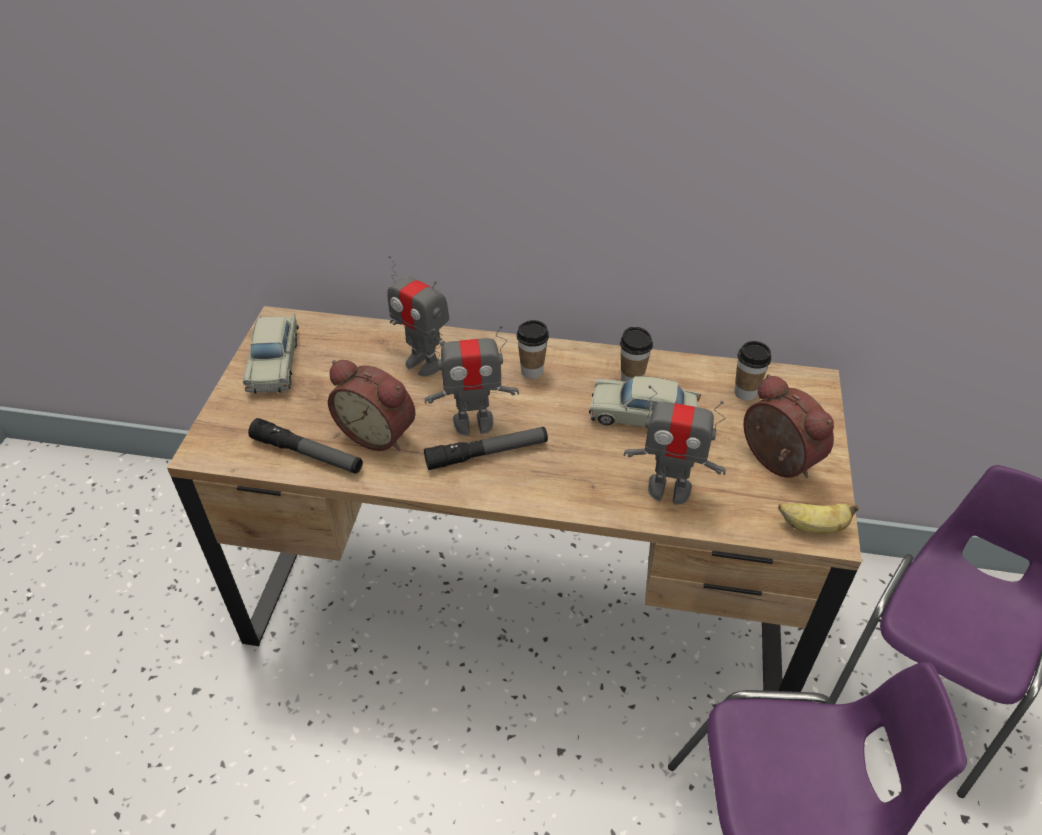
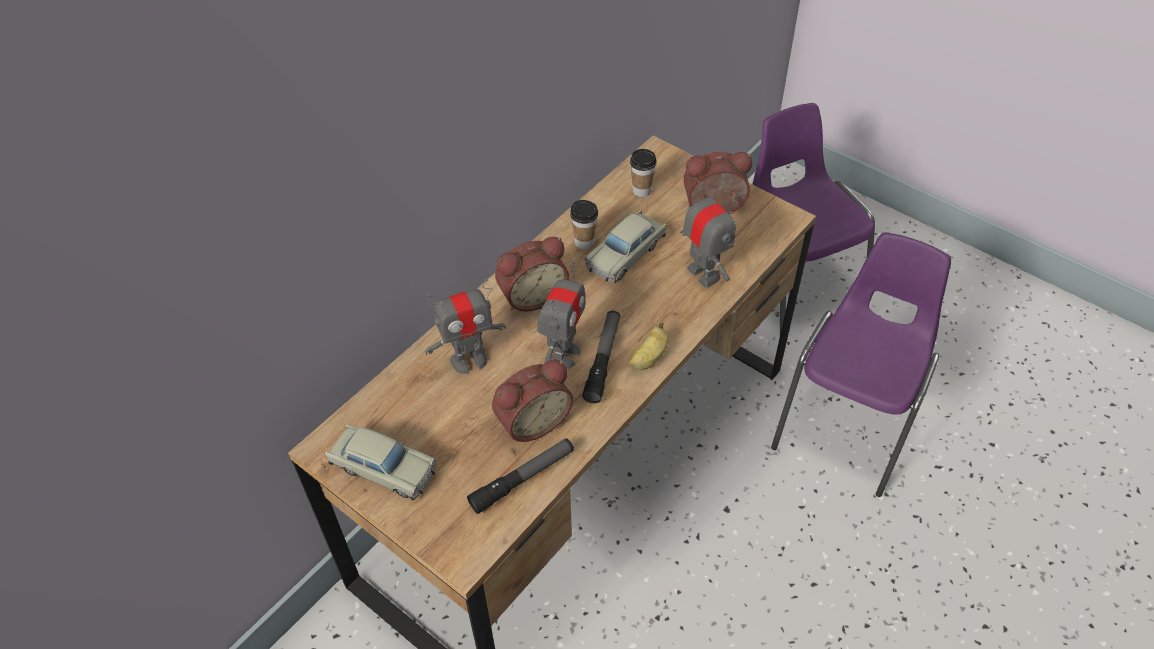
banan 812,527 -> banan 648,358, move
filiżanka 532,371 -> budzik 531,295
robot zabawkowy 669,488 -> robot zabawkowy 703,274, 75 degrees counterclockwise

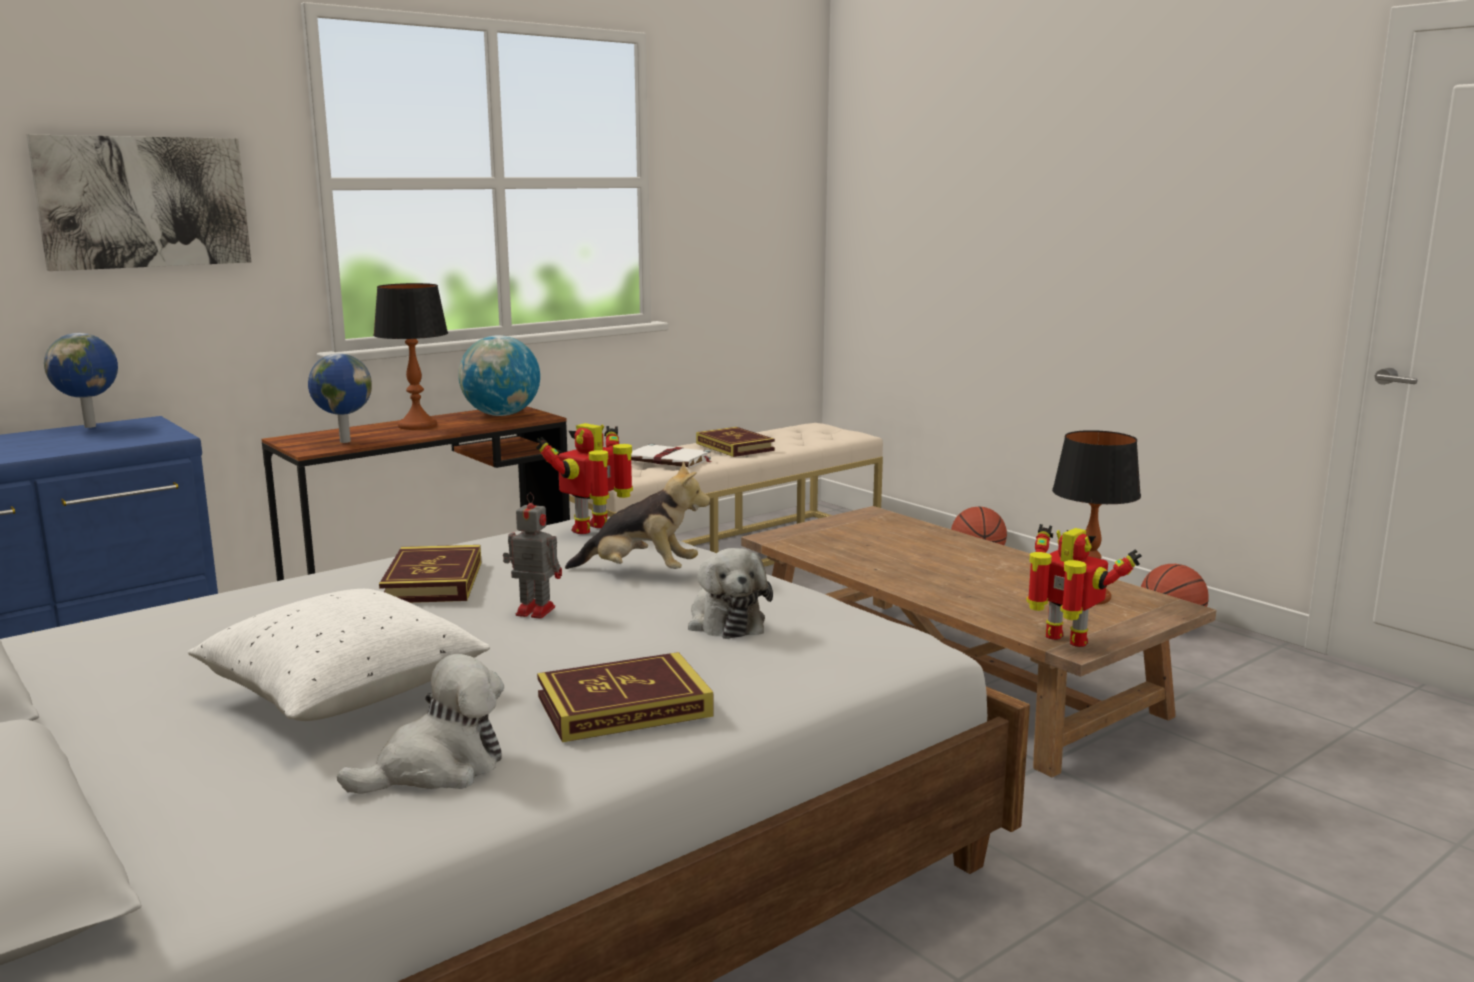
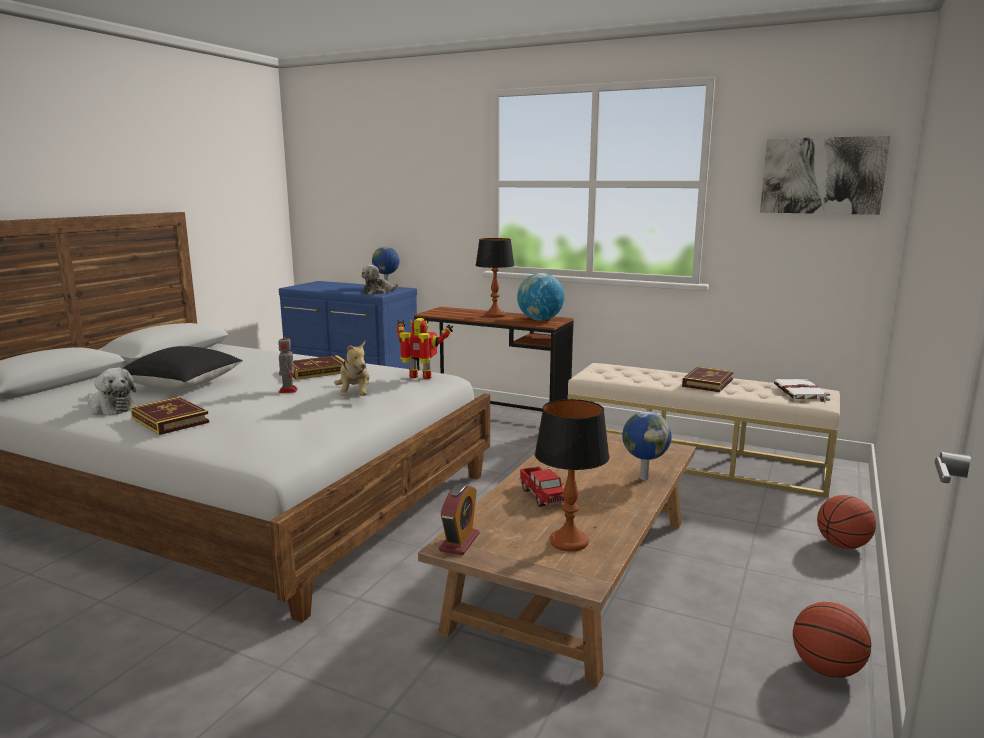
none -> ciężarówka zabawkowa 542,495
obraz 144,202 -> obraz 822,175, move
globus 344,441 -> globus 643,478, move
książka (biały) 670,460 -> książka (biały) 801,392, move
pluszak 725,623 -> pluszak 378,292, move
robot zabawkowy 1066,641 -> budzik 459,542
poduszka (biały) 344,694 -> poduszka (czarny) 182,385

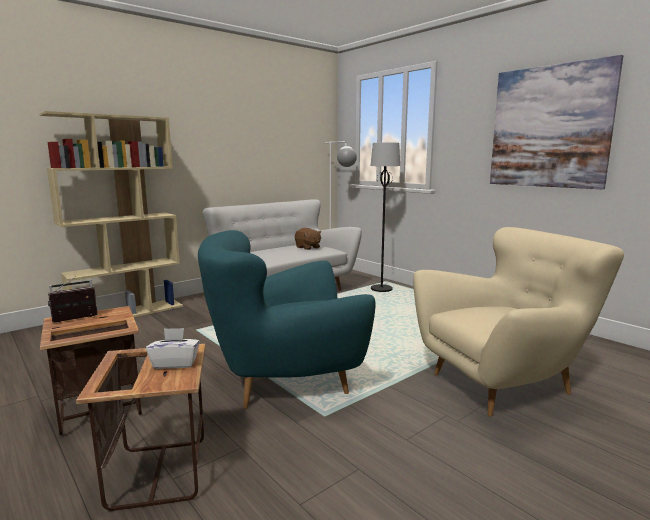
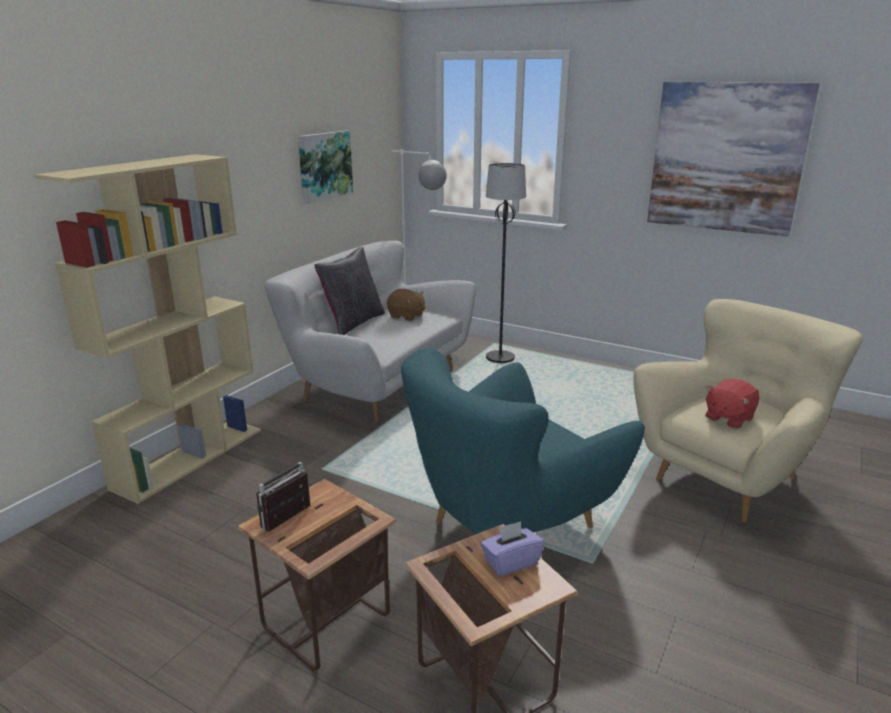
none -> obraz 324,166
none -> poduszka (czarny) 353,323
none -> pluszak (czerwony) 728,418
pudełko chusteczek (biały) 175,363 -> pudełko chusteczek (fioletowy) 510,562

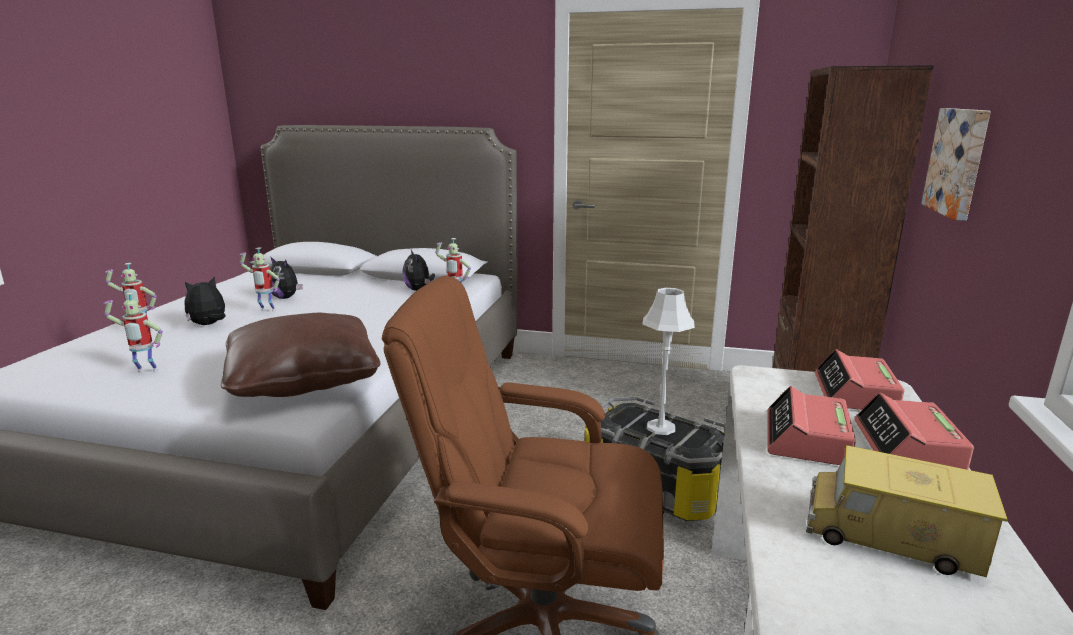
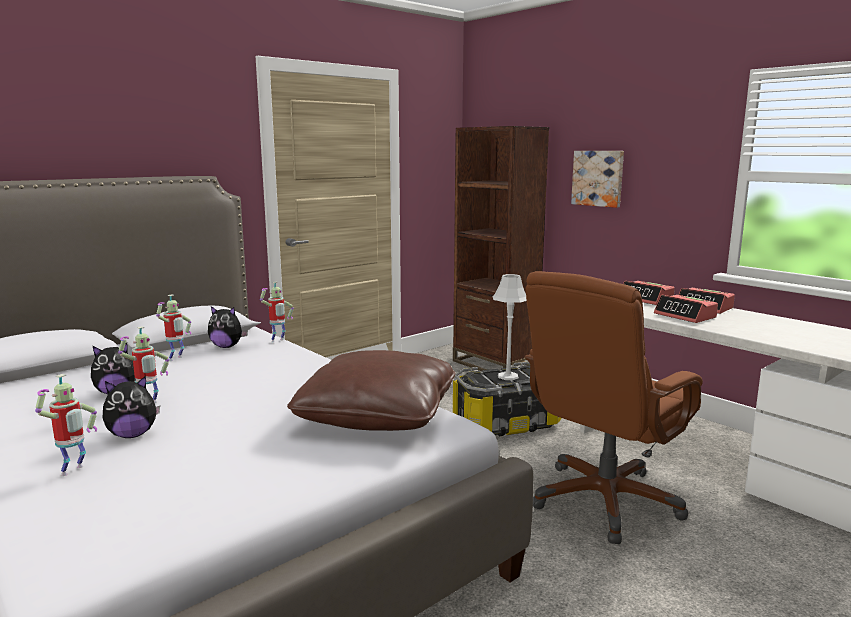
ciężarówka zabawkowa 890,537 -> none
robot zabawkowy 145,372 -> robot zabawkowy 176,359, move
pluszak 208,324 -> pluszak 132,435, 105 degrees counterclockwise

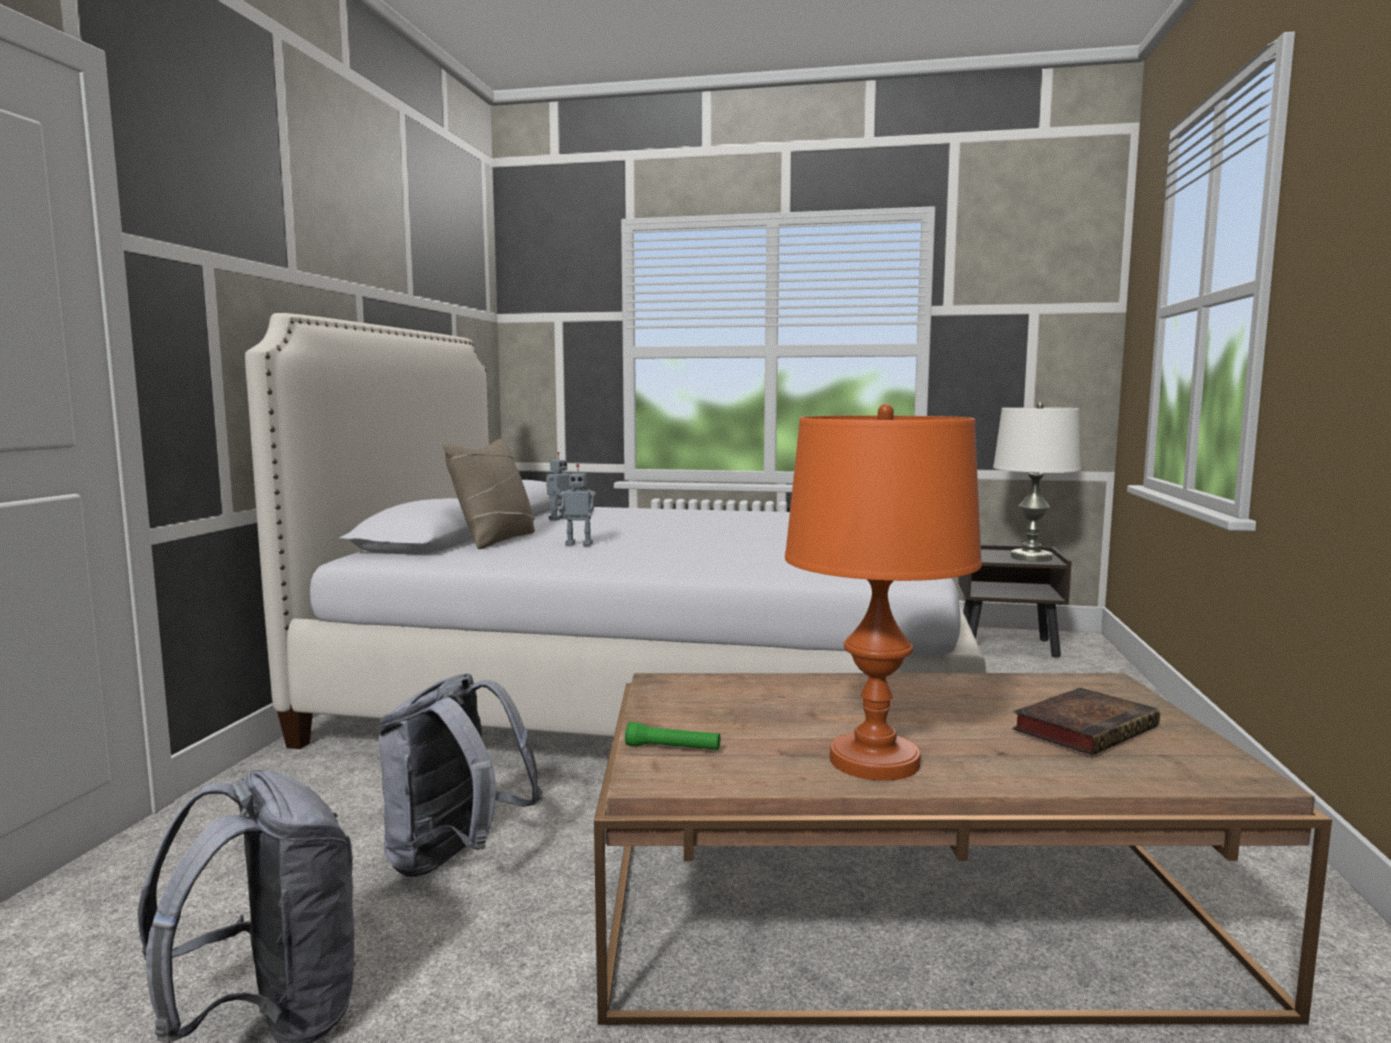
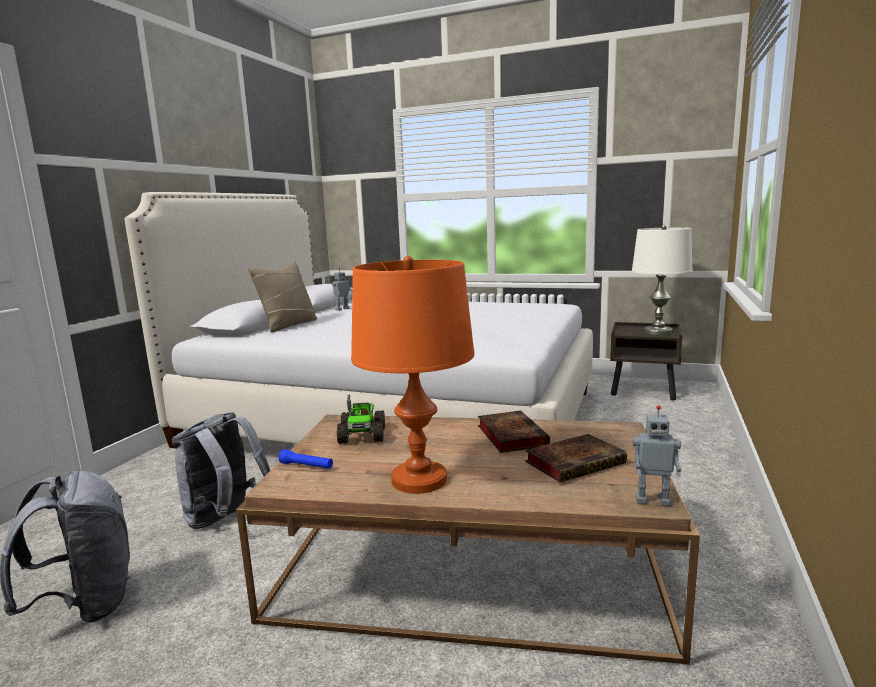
none -> ciężarówka zabawkowa 362,435
none -> książka 510,435
robot zabawkowy 579,544 -> robot zabawkowy 652,500, move
latarka (zielony) 673,748 -> latarka (niebieski) 306,466

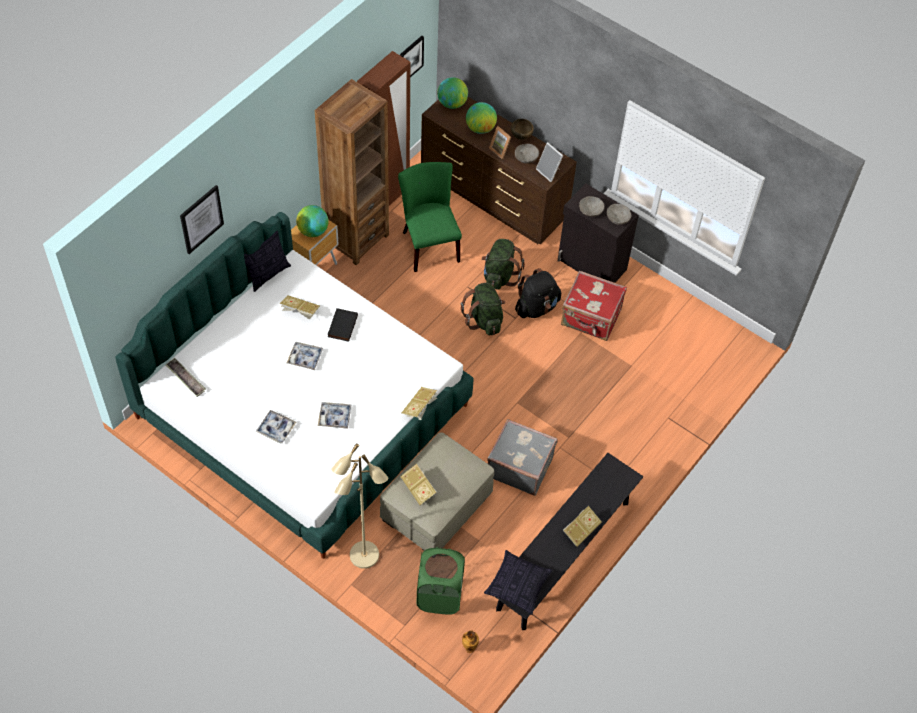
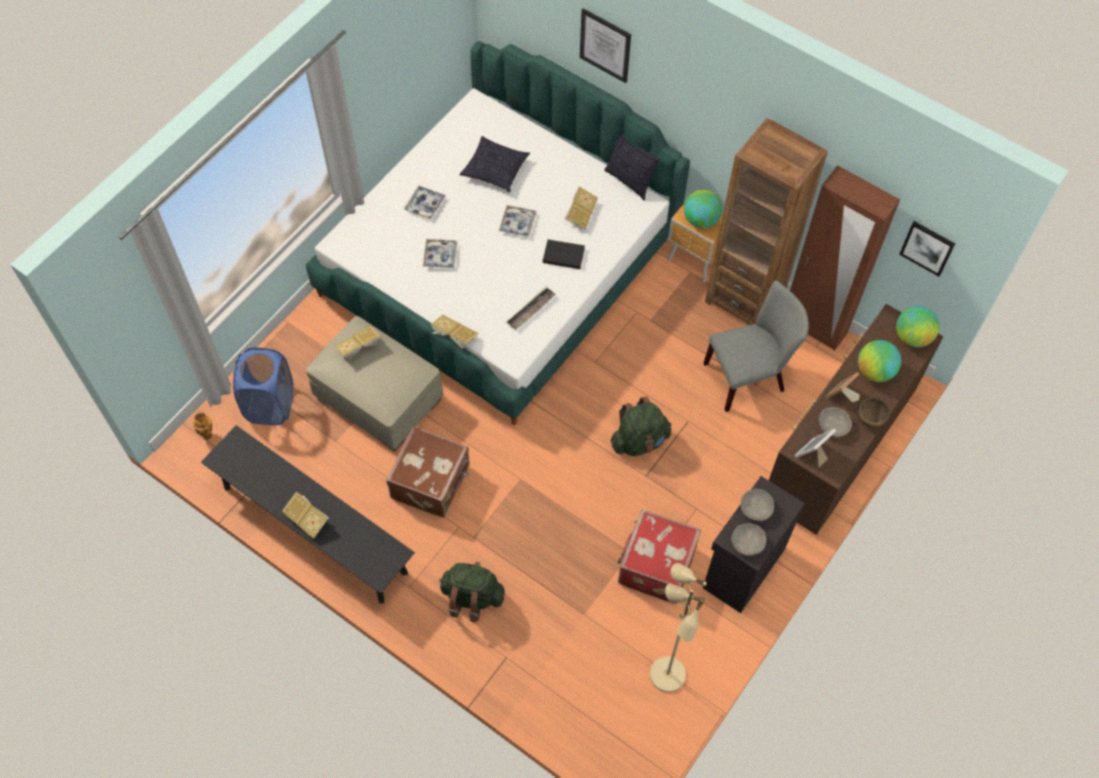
plecak (czarny) 536,307 -> none
taca 186,379 -> taca 530,310, move
lampa stojąca (beżowy) 364,556 -> lampa stojąca (beżowy) 666,674, move
plecak (zielony) 499,276 -> plecak (zielony) 472,597, move
poduszka 518,585 -> poduszka 495,170, move
krzesło (zielony) 428,243 -> krzesło (szary) 749,376
kosz na pranie (zielony) 440,595 -> kosz na pranie (niebieski) 270,404
walizka (szary) 520,466 -> walizka (brązowy) 432,482

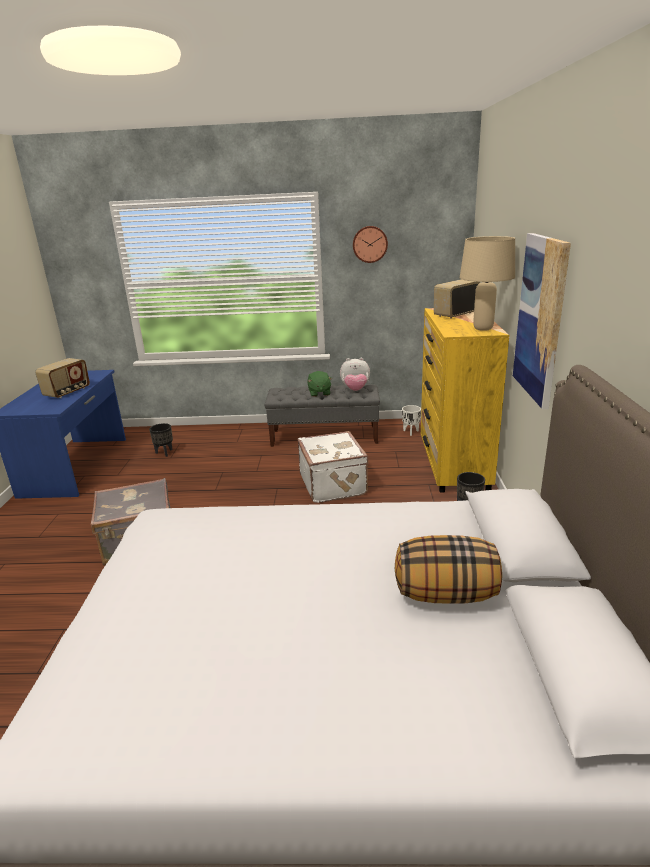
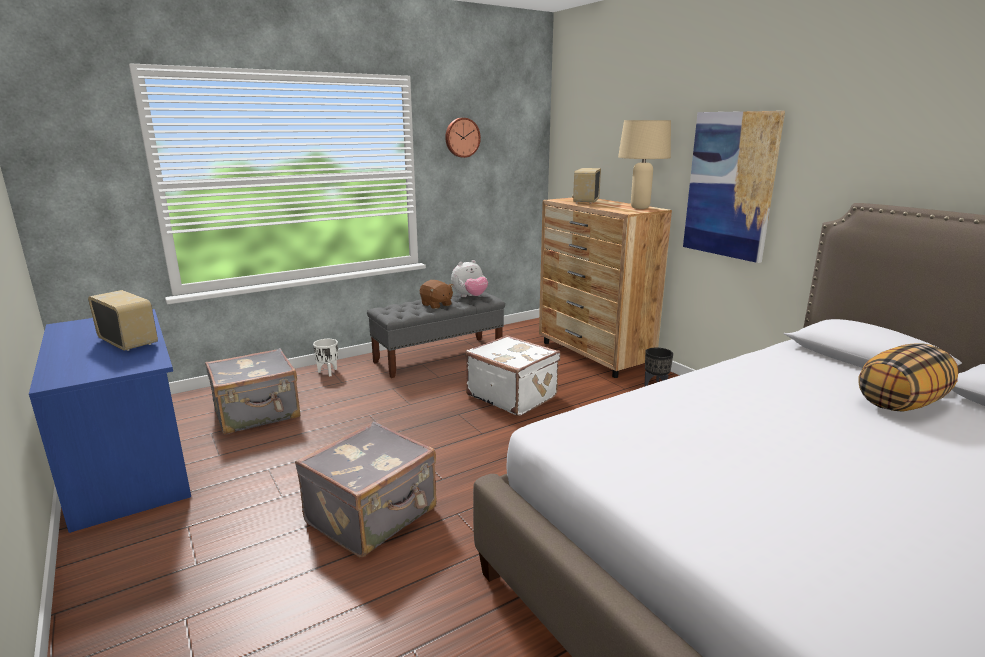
donica (biały) 410,432 -> donica (biały) 328,372, move
donica (czarny) 165,453 -> walizka (szary) 258,414
pluszak (zielony) 319,393 -> pluszak (brązowy) 436,305
komoda (żółty) 453,465 -> komoda (brązowy) 594,355
radio 67,392 -> radio 129,342, 45 degrees counterclockwise

